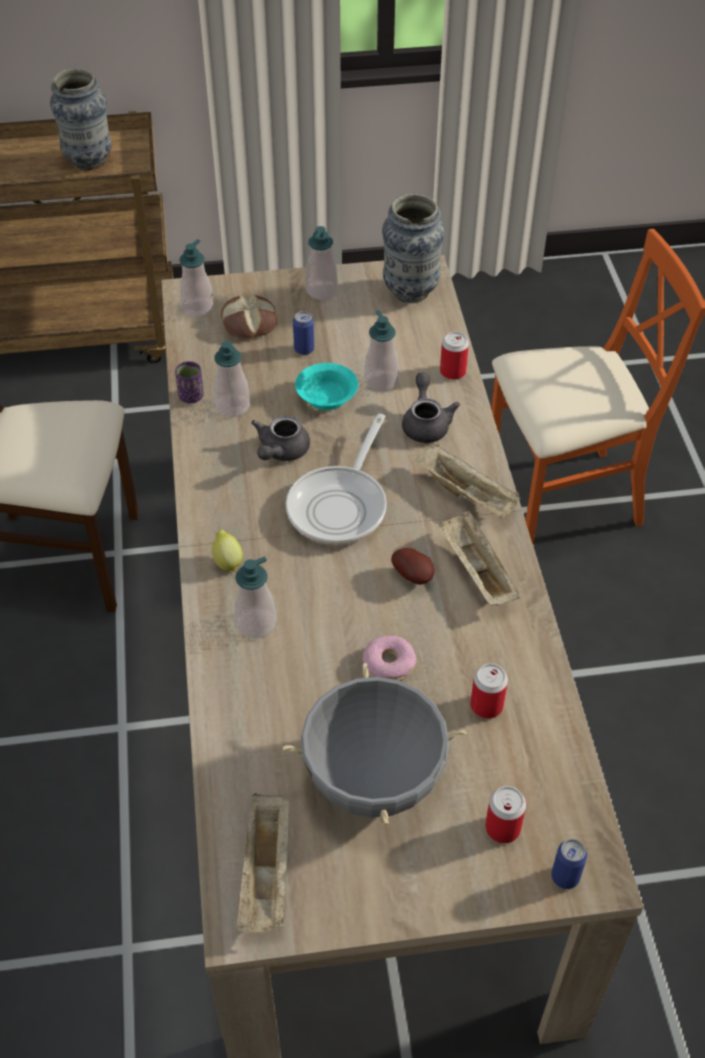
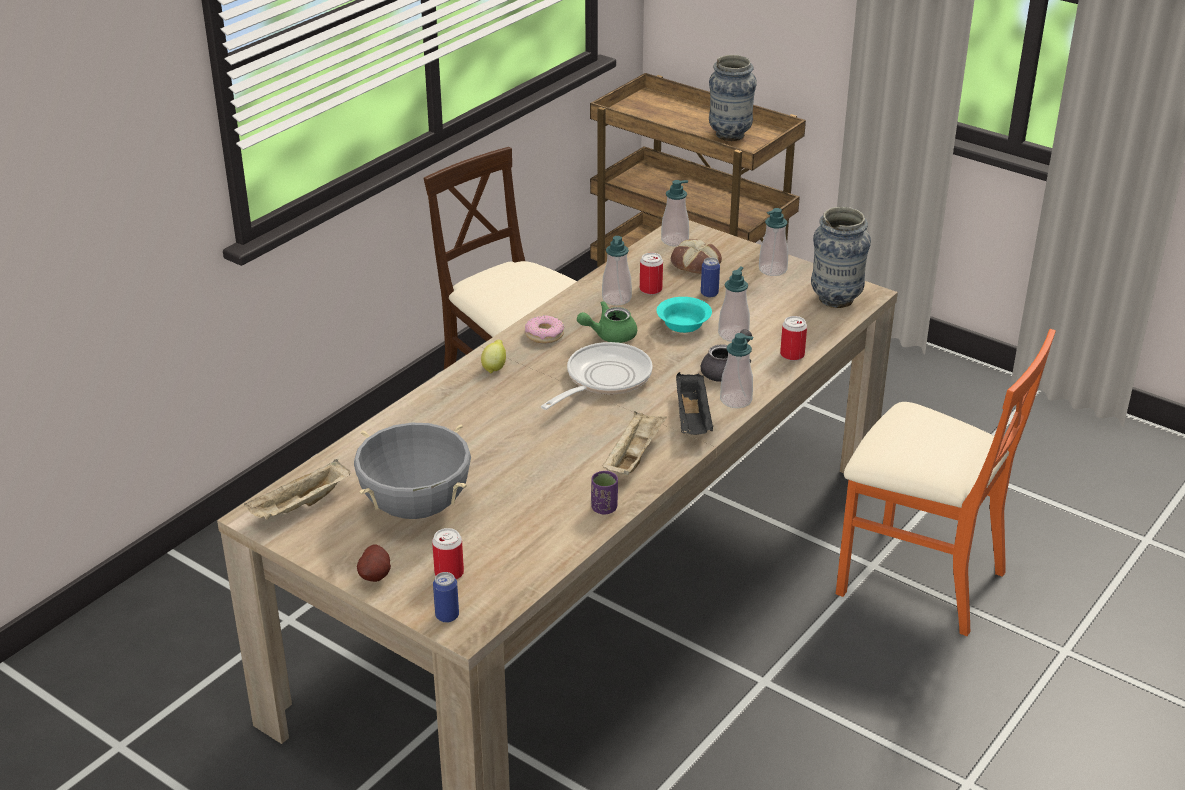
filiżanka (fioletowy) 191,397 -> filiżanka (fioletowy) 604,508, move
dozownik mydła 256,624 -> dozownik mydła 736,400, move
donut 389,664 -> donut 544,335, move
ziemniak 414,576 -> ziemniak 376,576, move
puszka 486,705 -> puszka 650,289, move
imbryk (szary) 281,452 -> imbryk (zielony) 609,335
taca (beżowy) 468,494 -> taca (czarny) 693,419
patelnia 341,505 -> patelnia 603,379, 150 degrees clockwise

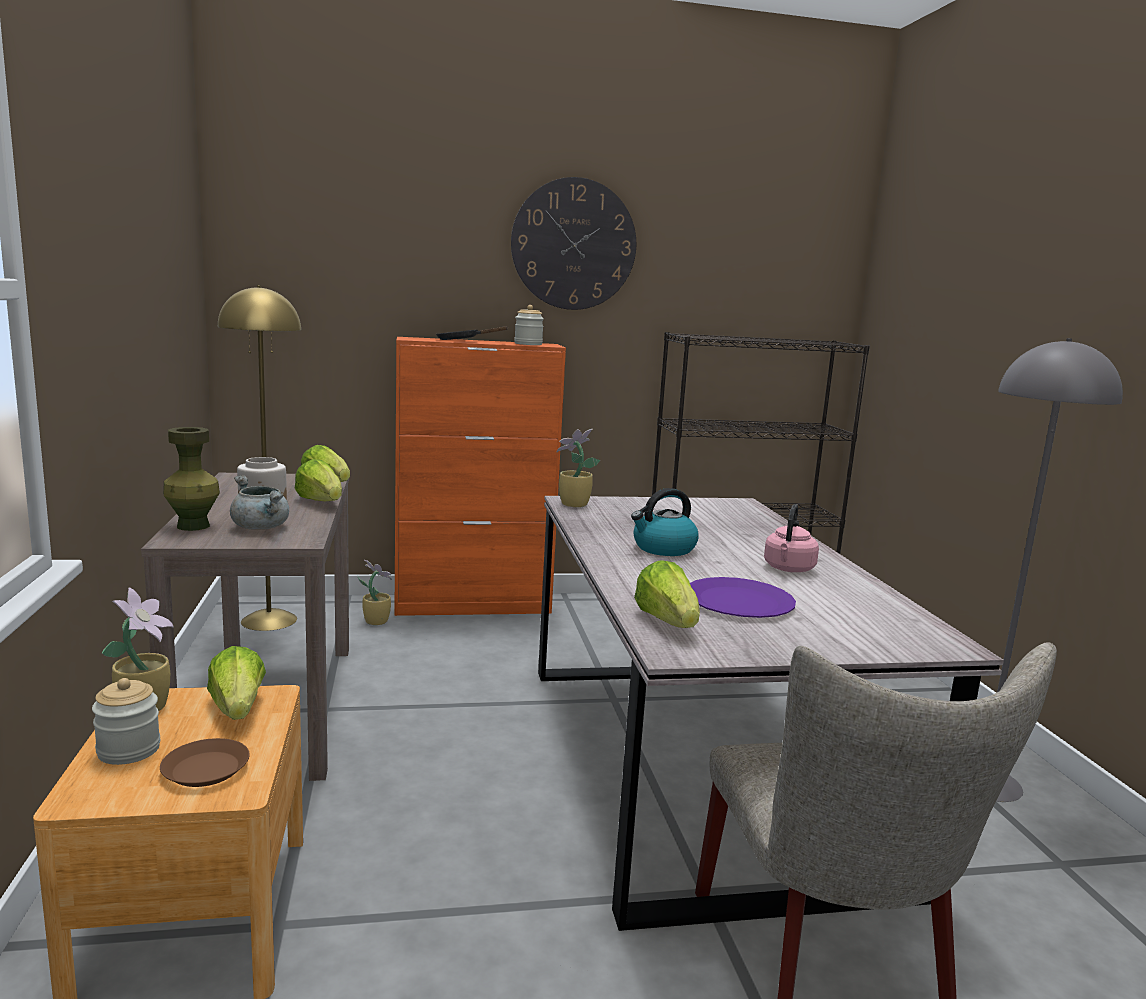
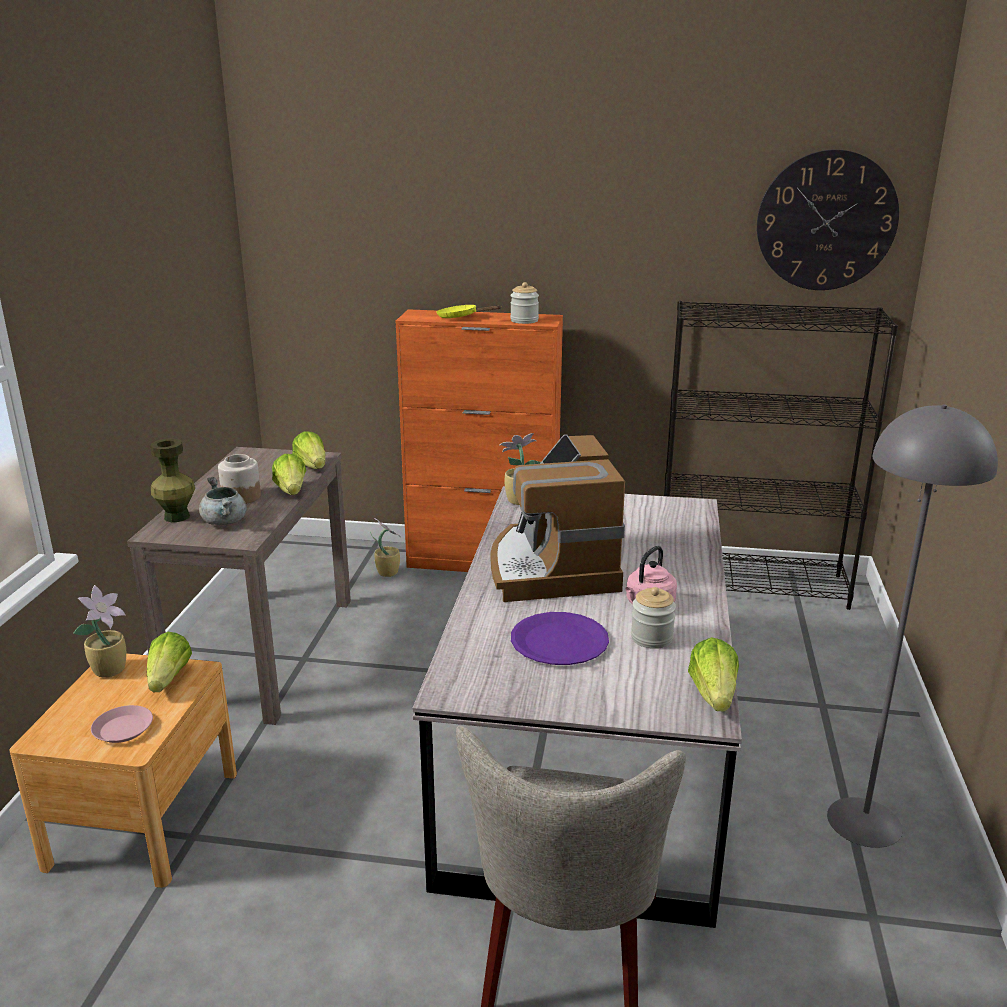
lampa stojąca (żółty) 269,620 -> none
słoik 129,750 -> słoik 651,638, move
zegar ścienny 573,244 -> zegar ścienny 826,221, move
sałata 667,622 -> sałata 713,695, move
czajnik 663,548 -> ekspres do kawy 551,568
talerz (brązowy) 205,769 -> talerz (różowy) 123,728
patelnia (czarny) 462,341 -> patelnia (żółty) 461,317

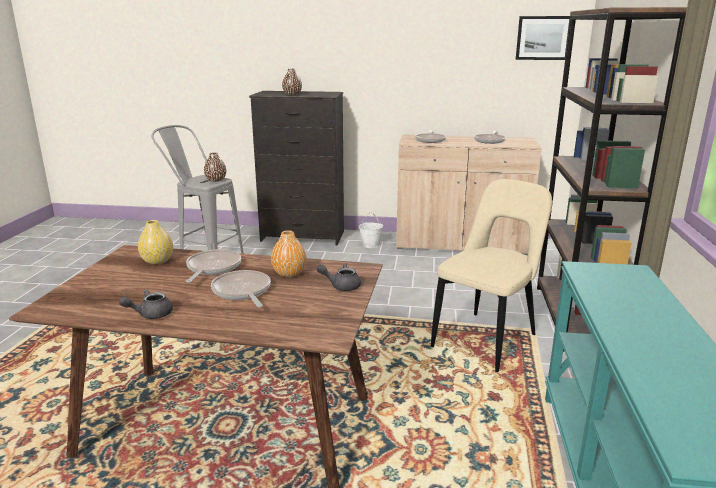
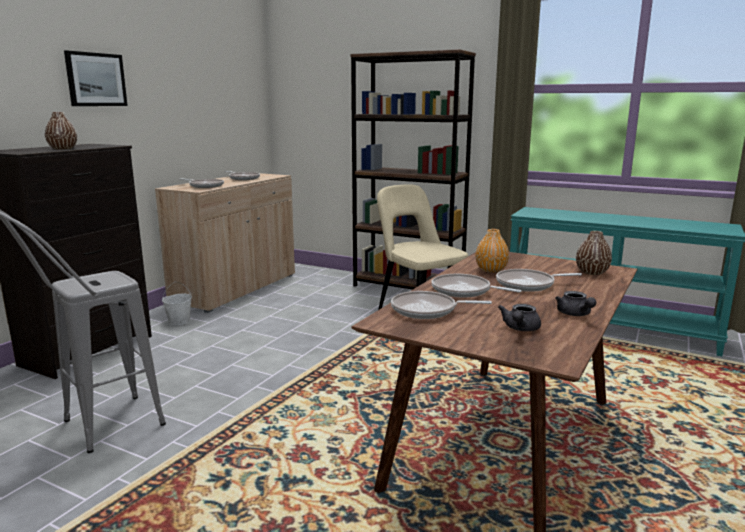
wazon (brązowy) 216,180 -> wazon (brązowy) 591,272, move
imbryk (szary) 341,286 -> imbryk (szary) 520,329, move
obraz 543,38 -> obraz 96,79, move
wazon (żółty) 157,261 -> patelnia 427,310

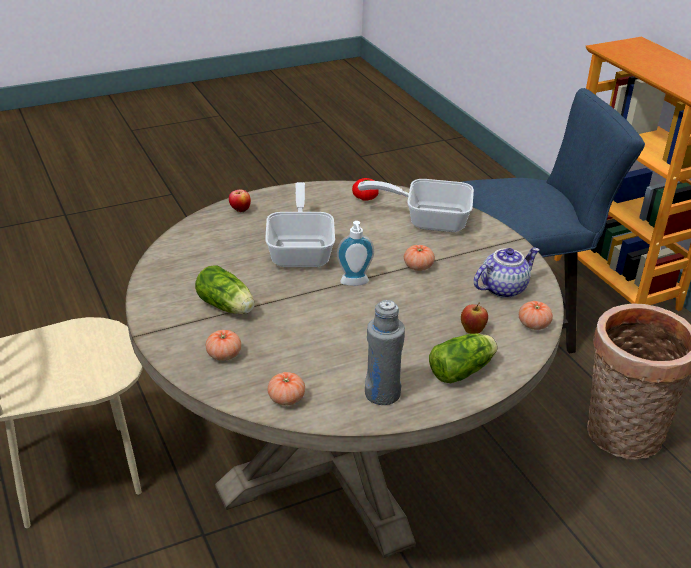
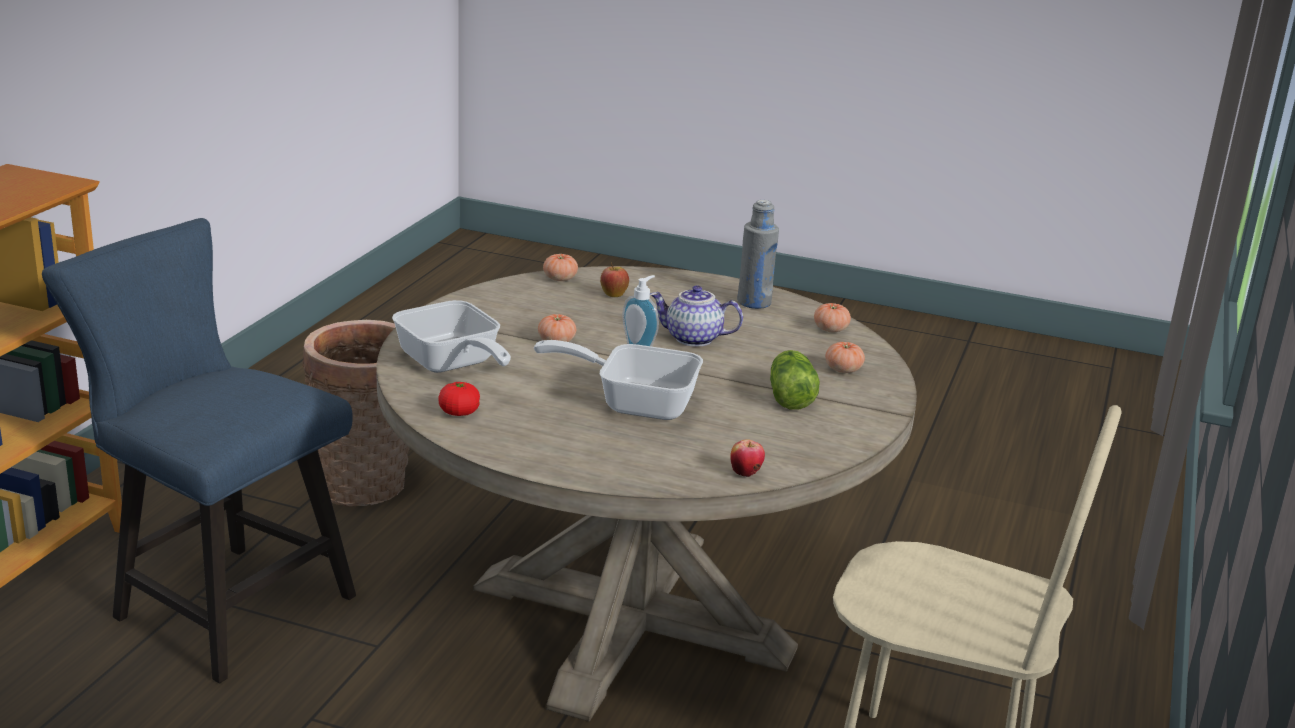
sałata 464,370 -> none
jabłko 240,210 -> jabłko 745,474, move
imbryk 503,288 -> imbryk 692,339, move
patelnia 301,250 -> patelnia 635,402, 60 degrees clockwise

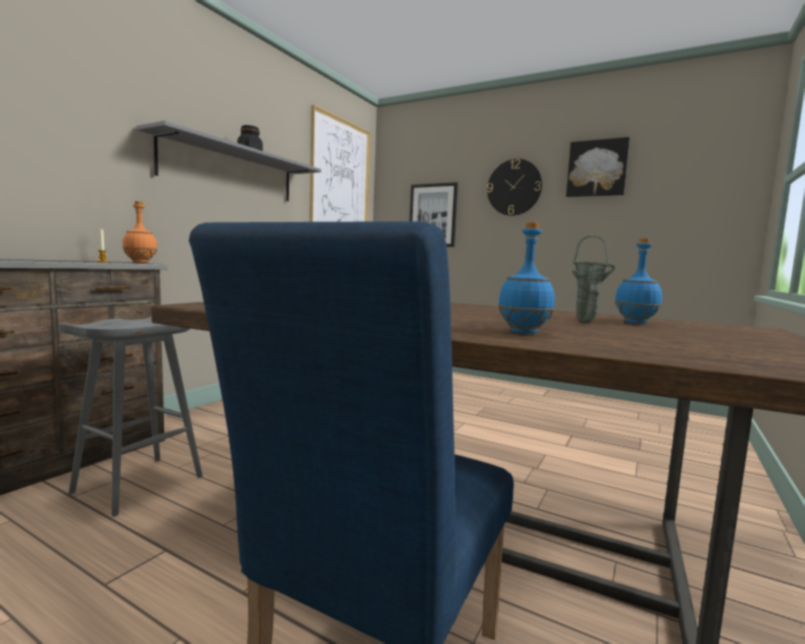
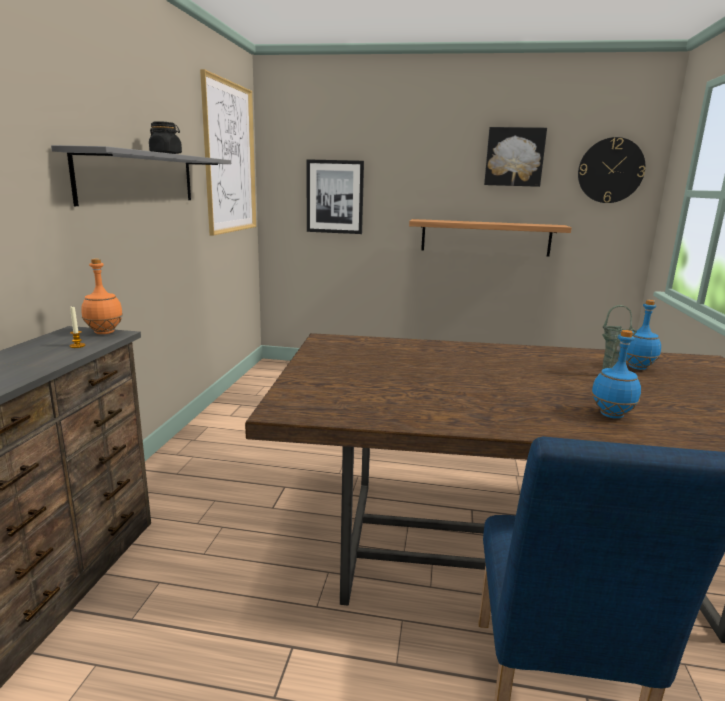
stołek (szary) 138,485 -> none
none -> półka 485,237
zegar ścienny 514,187 -> zegar ścienny 610,170, move

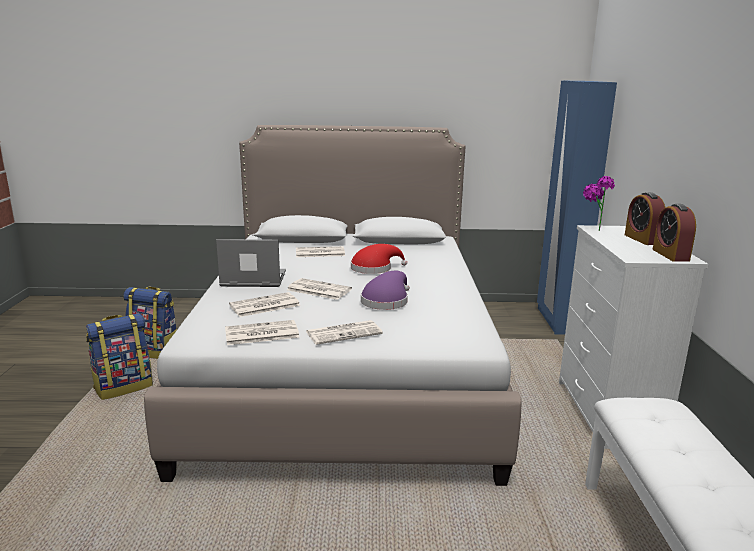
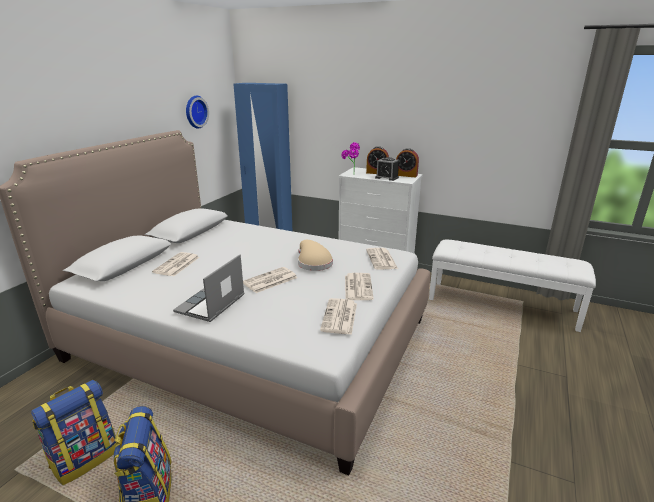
kapelusz (czerwony) 374,268 -> none
none -> zegar ścienny 195,112
none -> budzik 387,178
gazeta 264,306 -> gazeta 382,259, move
kapelusz (fioletowy) 386,301 -> kapelusz (beżowy) 313,263

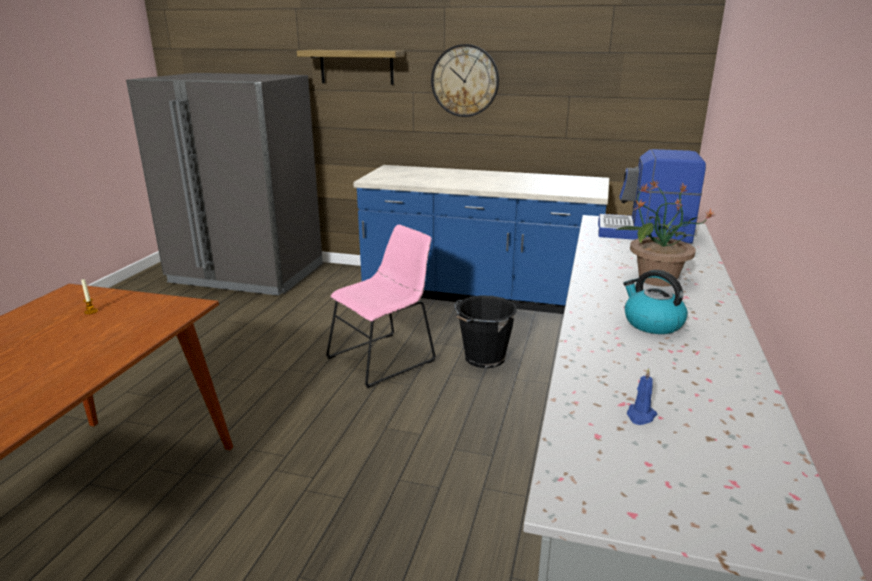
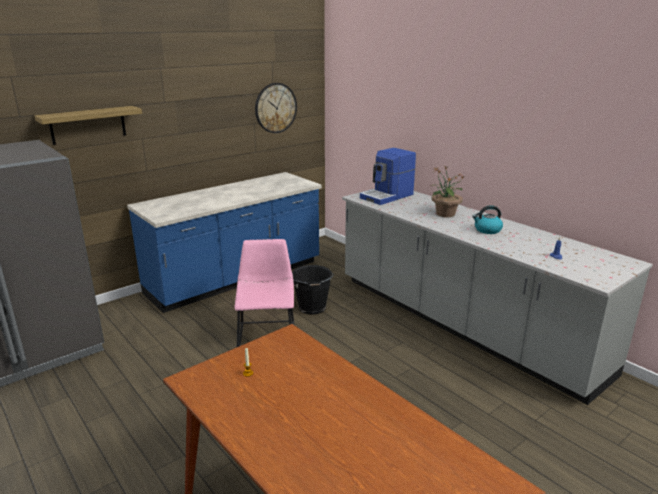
zegar ścienny 465,81 -> zegar ścienny 275,108, move

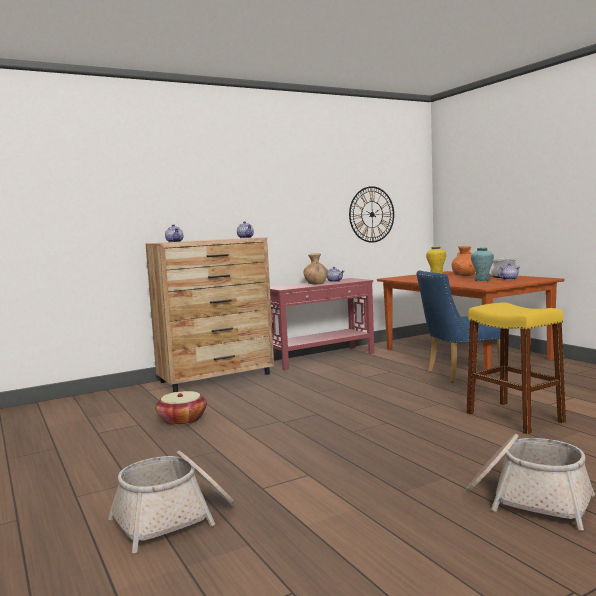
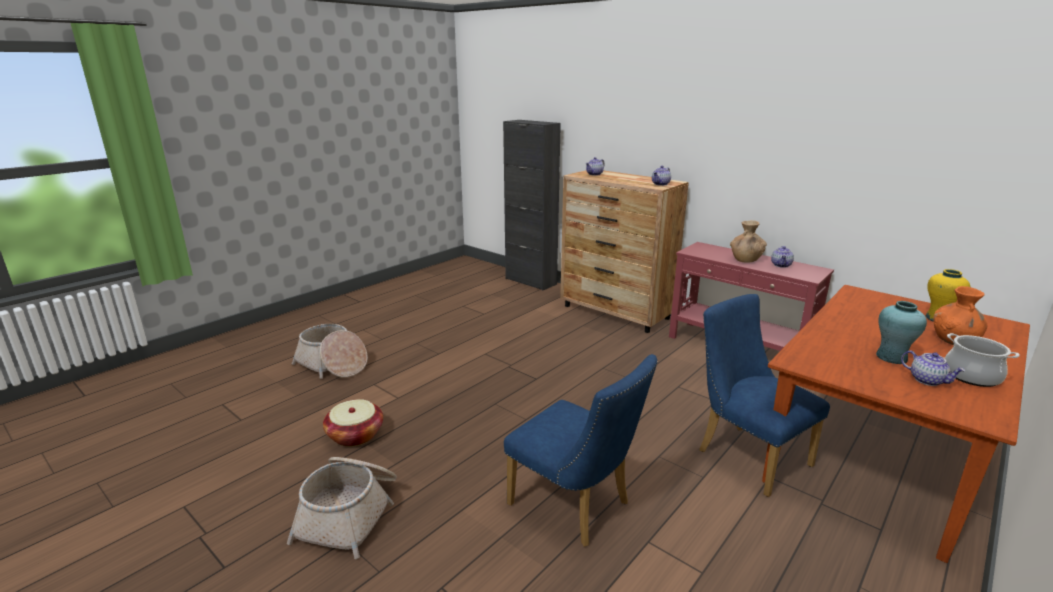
zegar ścienny 372,214 -> none
none -> szafka (czarny) 530,281
koszyk 182,420 -> koszyk 355,435, move
stołek (żółty) 514,418 -> krzesło (niebieski) 576,507

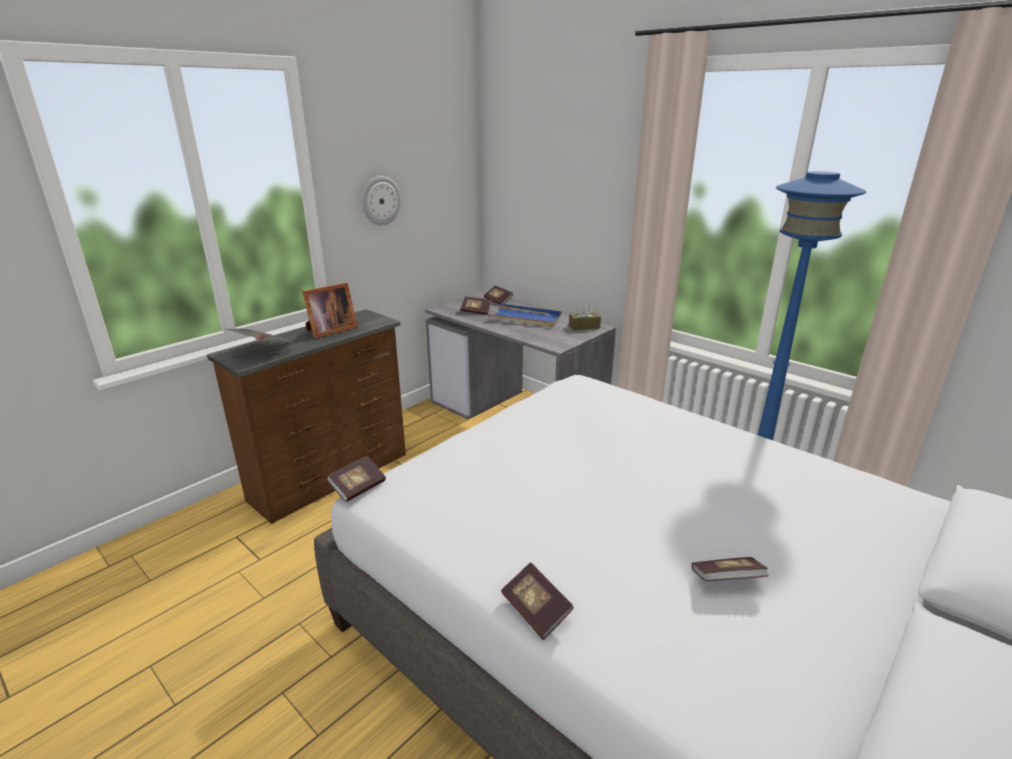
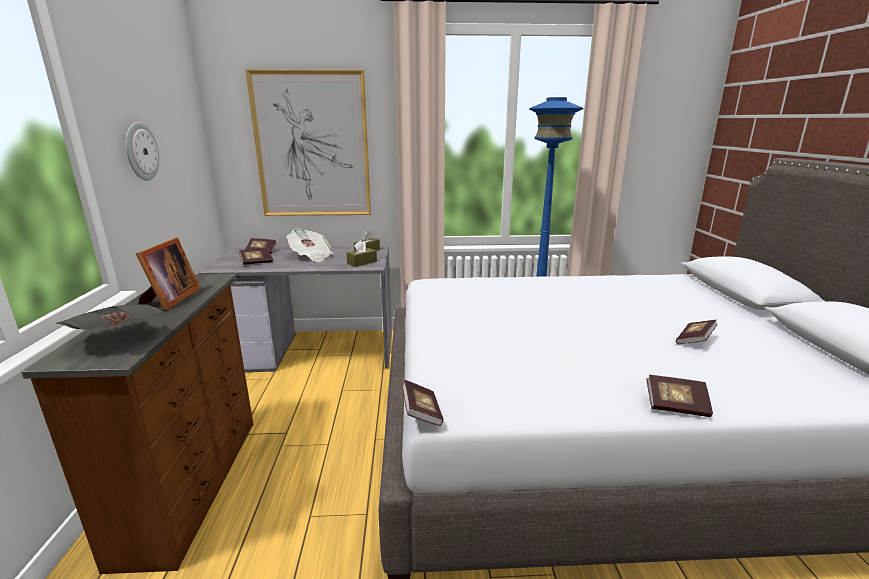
none -> obraz 312,146
none -> pudełko chusteczek (brązowy) 362,262
taca (niebieski) 526,318 -> gazeta 311,256

